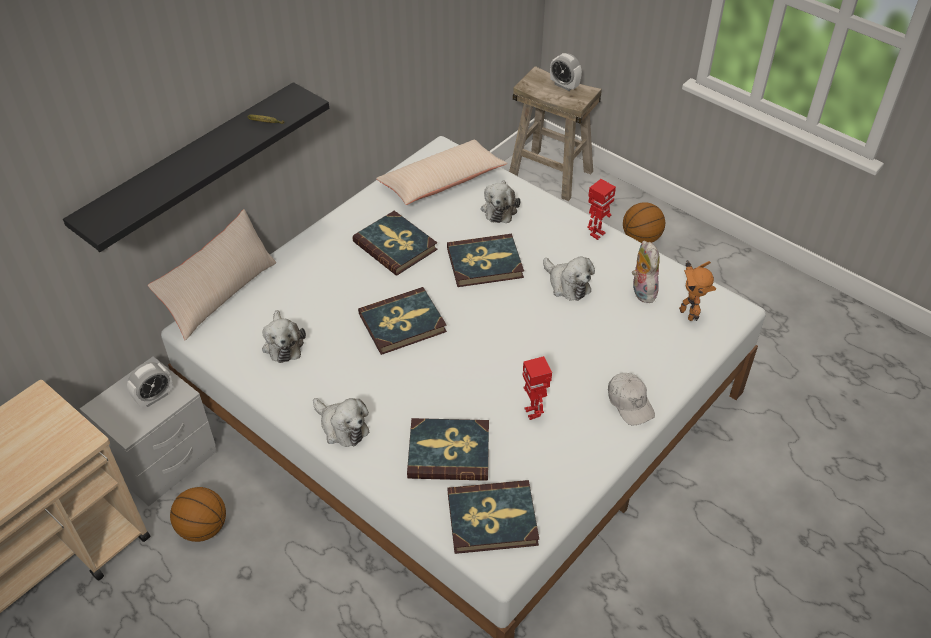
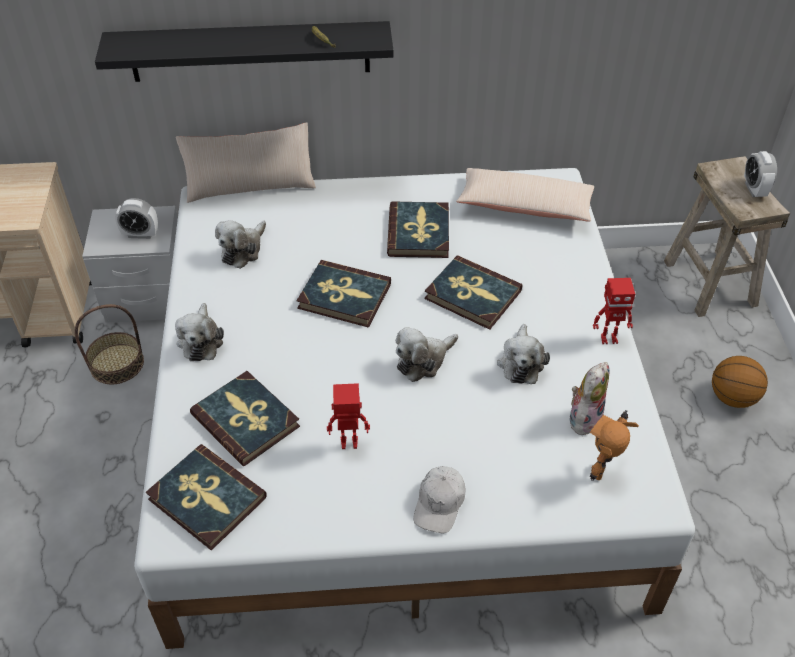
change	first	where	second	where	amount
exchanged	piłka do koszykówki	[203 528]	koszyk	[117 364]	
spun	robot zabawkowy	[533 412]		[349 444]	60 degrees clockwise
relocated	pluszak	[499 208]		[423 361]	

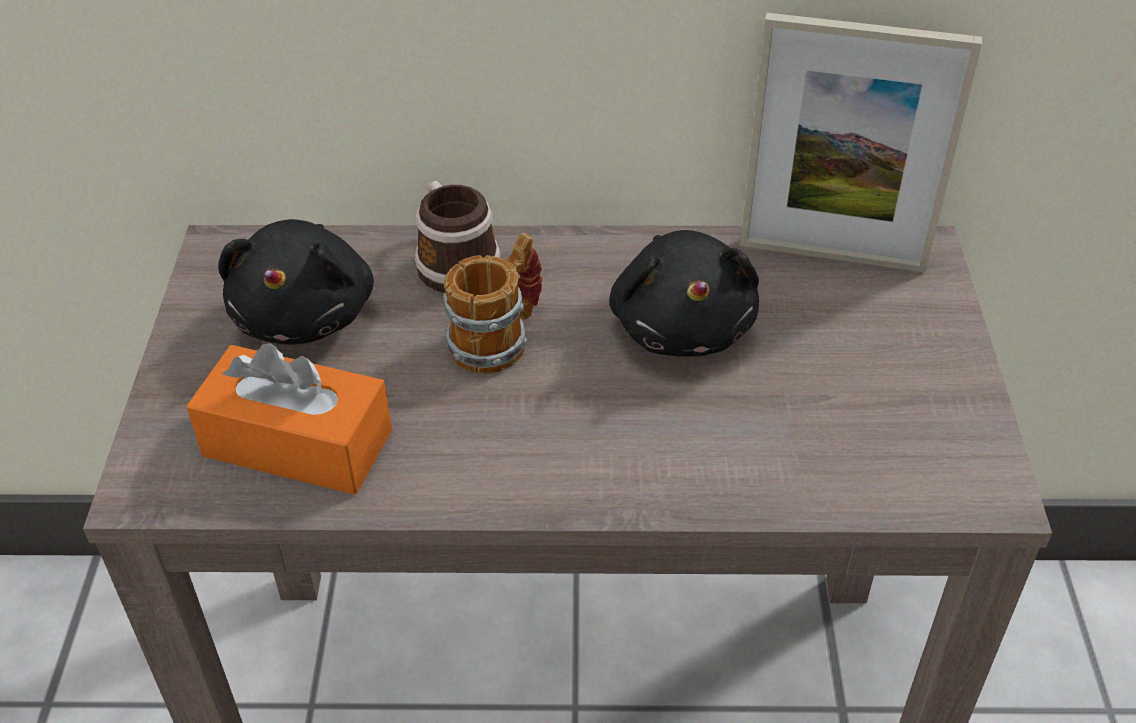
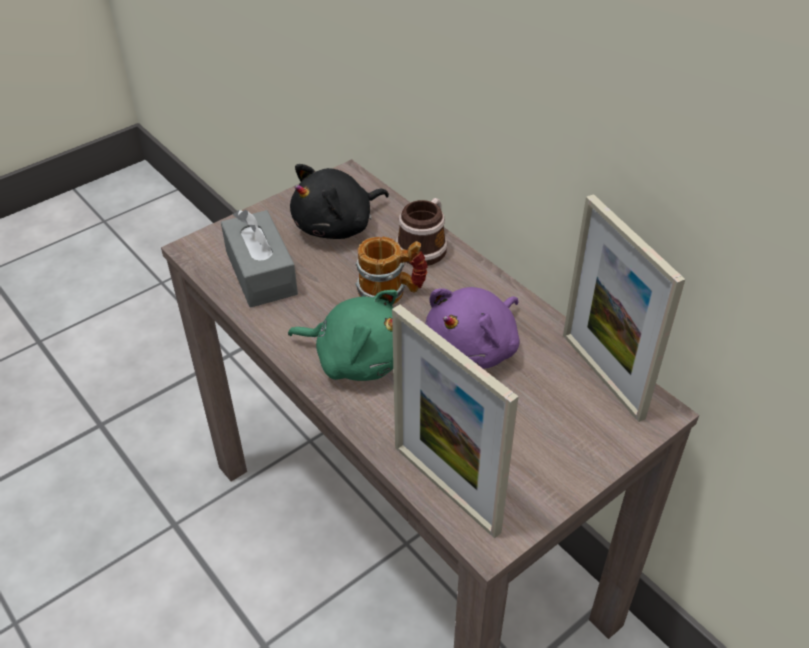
change	first	where	second	where	amount
colour	pudełko chusteczek (pomarańczowy)	[297 443]	pudełko chusteczek (szary)	[261 273]	
appeared			pluszak (zielony)	[357 358]	
appeared			ramka na zdjęcie	[446 488]	
colour	pluszak (czarny)	[682 325]	pluszak (fioletowy)	[474 348]	

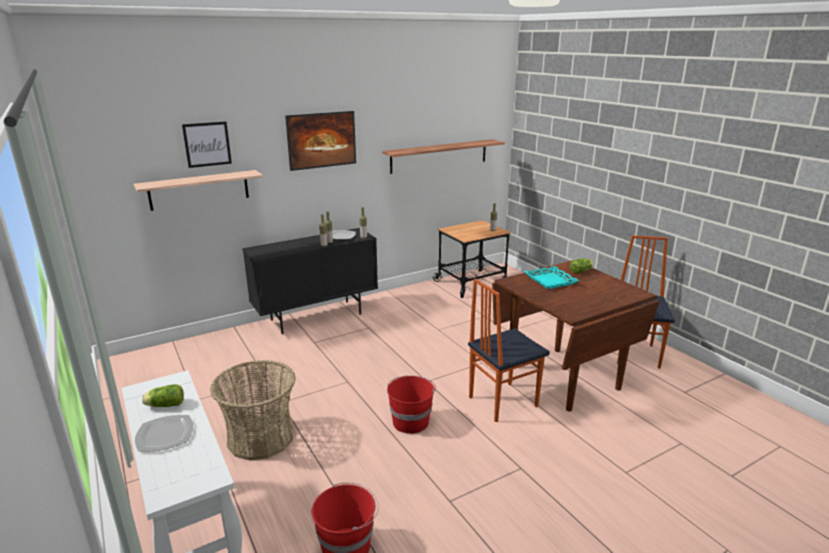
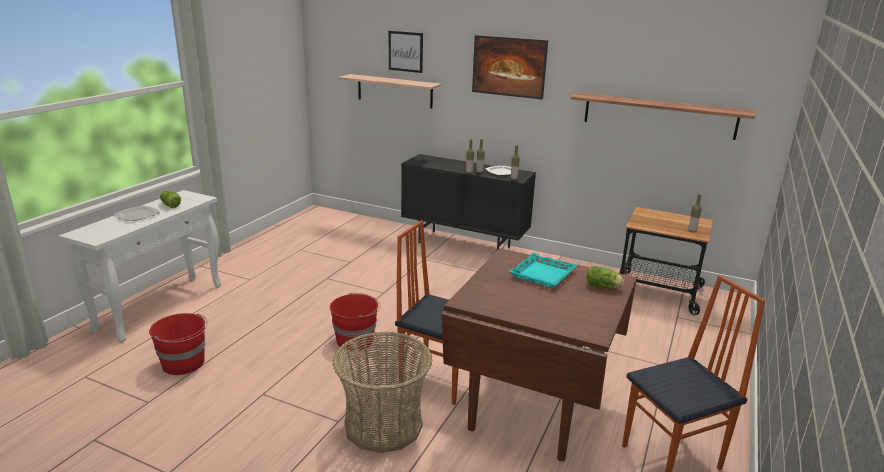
change	first	where	second	where	amount
relocated	koszyk	[260 438]		[383 425]	

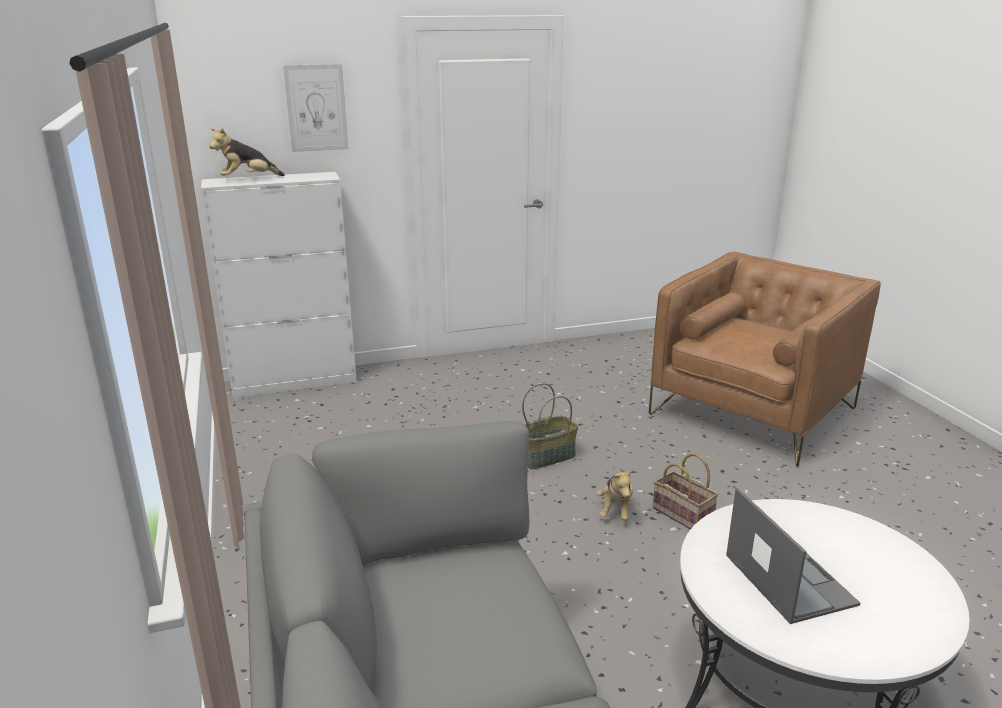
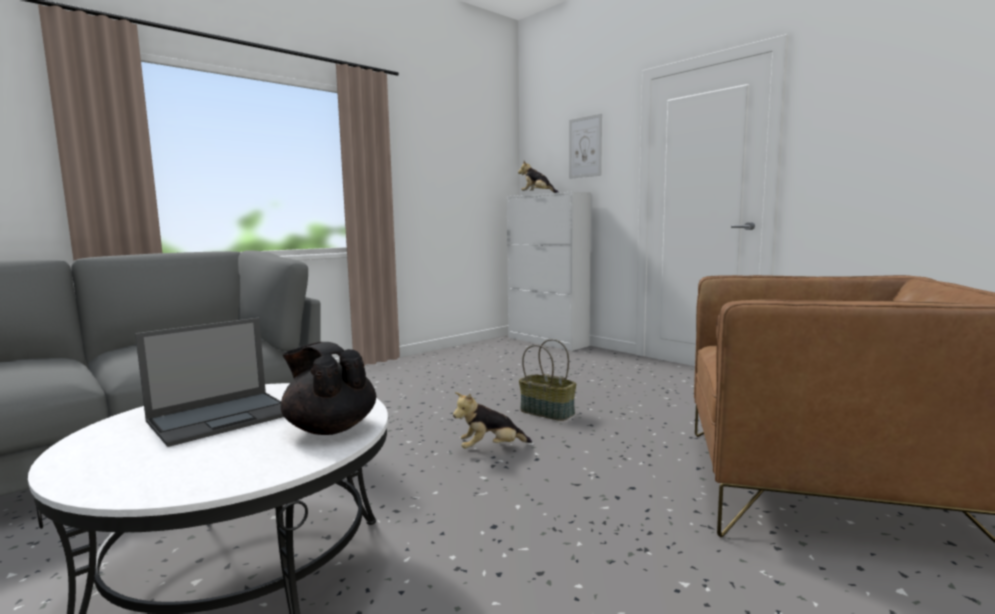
change	first	where	second	where	amount
appeared			imbryk (czarny)	[330 428]	
missing	koszyk	[684 515]			

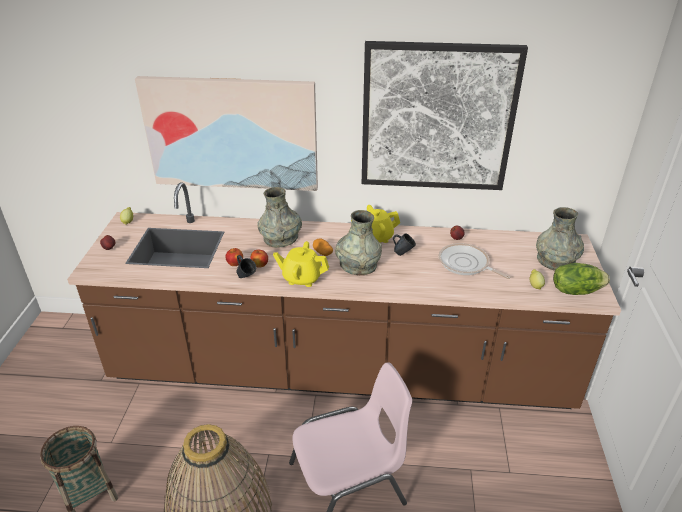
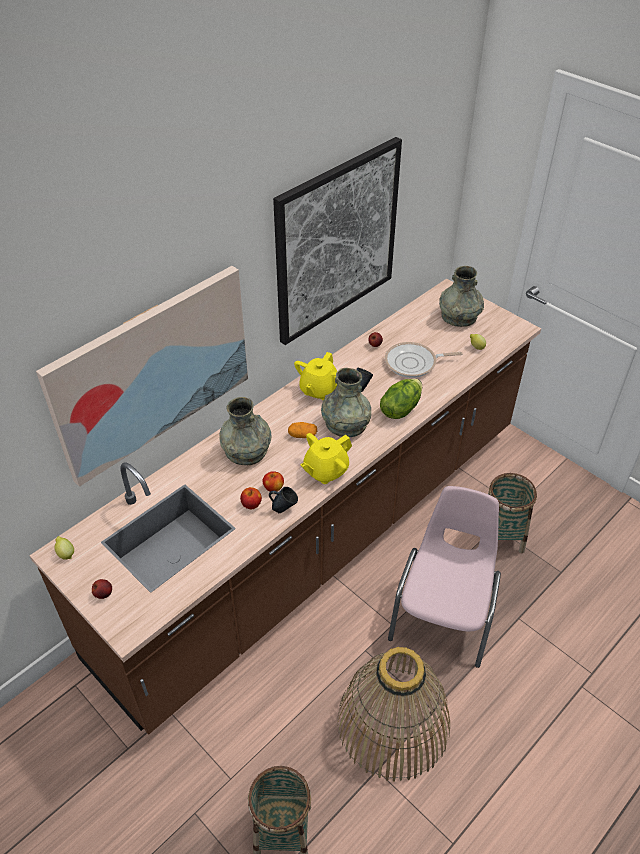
change	first	where	second	where	amount
relocated	sałata	[575 290]		[400 409]	
appeared			koszyk	[500 536]	

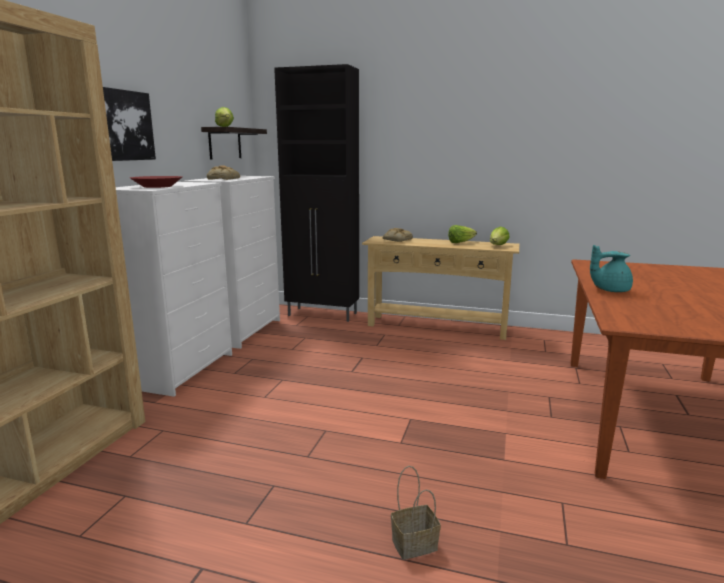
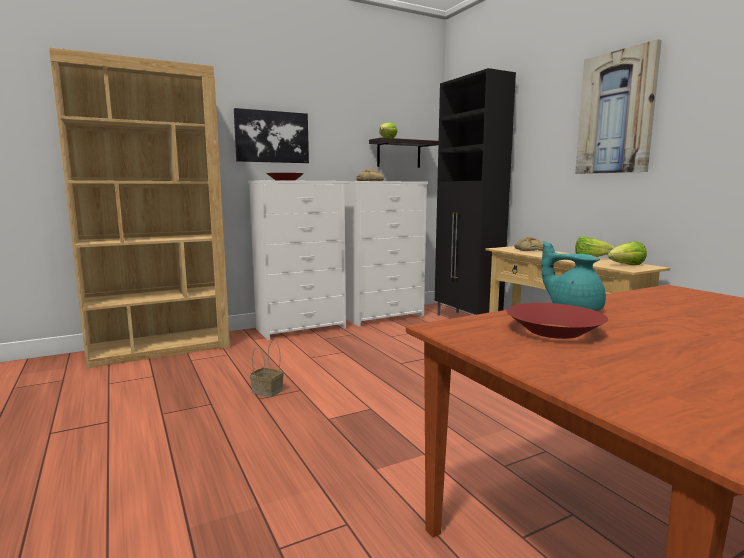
change	first	where	second	where	amount
relocated	koszyk	[415 543]		[268 391]	
appeared			miska (czerwony)	[554 330]	
appeared			obraz	[616 113]	

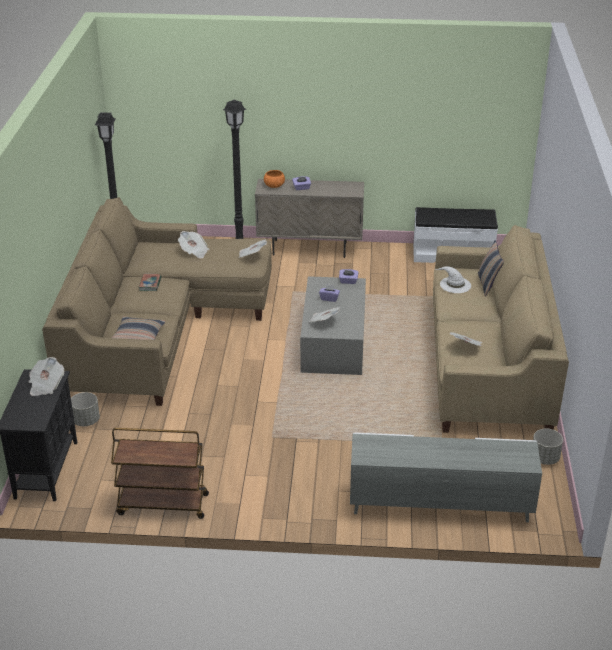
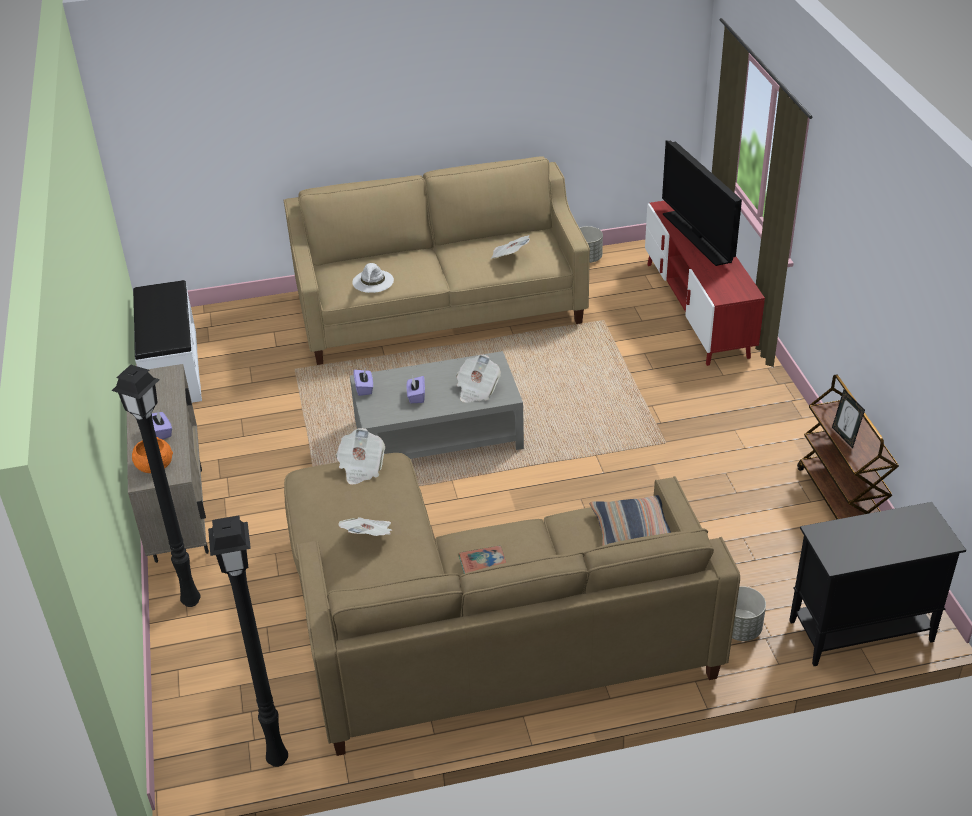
change	first	where	second	where	amount
colour	szafka pod telewizor (szary)	[440 503]	szafka pod telewizor (czerwony)	[696 309]	
appeared			telewizor	[697 238]	
appeared			ramka na zdjęcie	[844 437]	
missing	gazeta	[46 385]			
missing	poduszka	[487 285]			

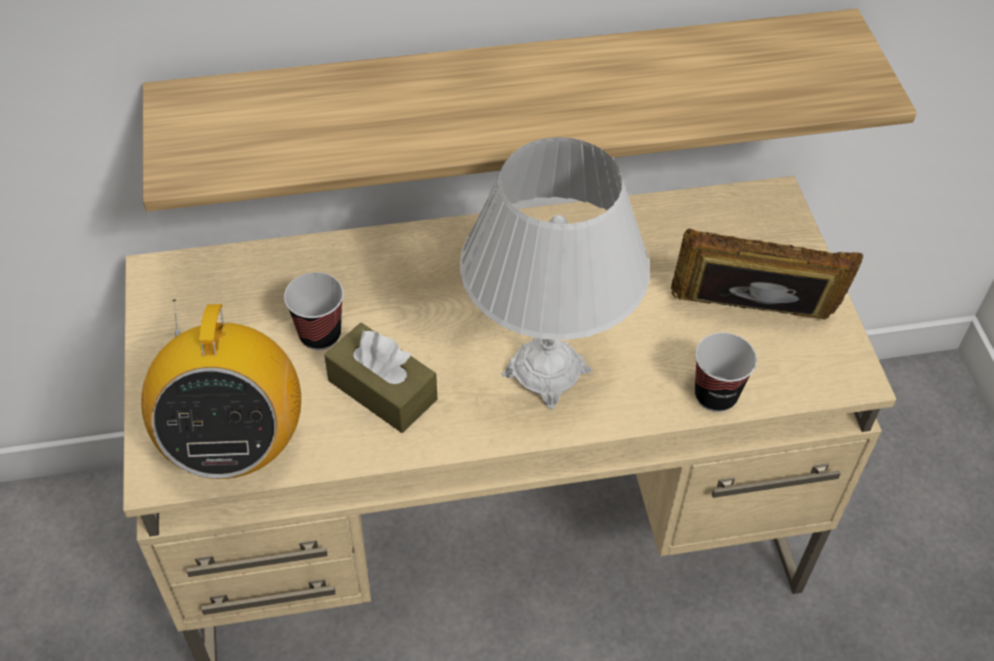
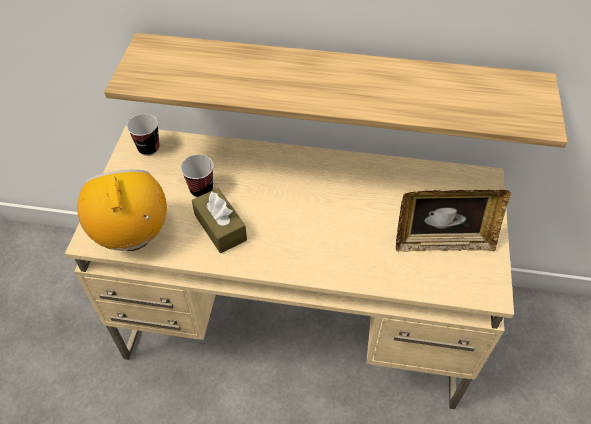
change	first	where	second	where	amount
spun	radio	[235 445]		[133 235]	150 degrees clockwise
relocated	filiżanka	[715 395]		[149 148]	
spun	ramka na zdjęcie	[750 318]		[442 243]	150 degrees clockwise
missing	lampa stołowa (biały)	[546 372]			

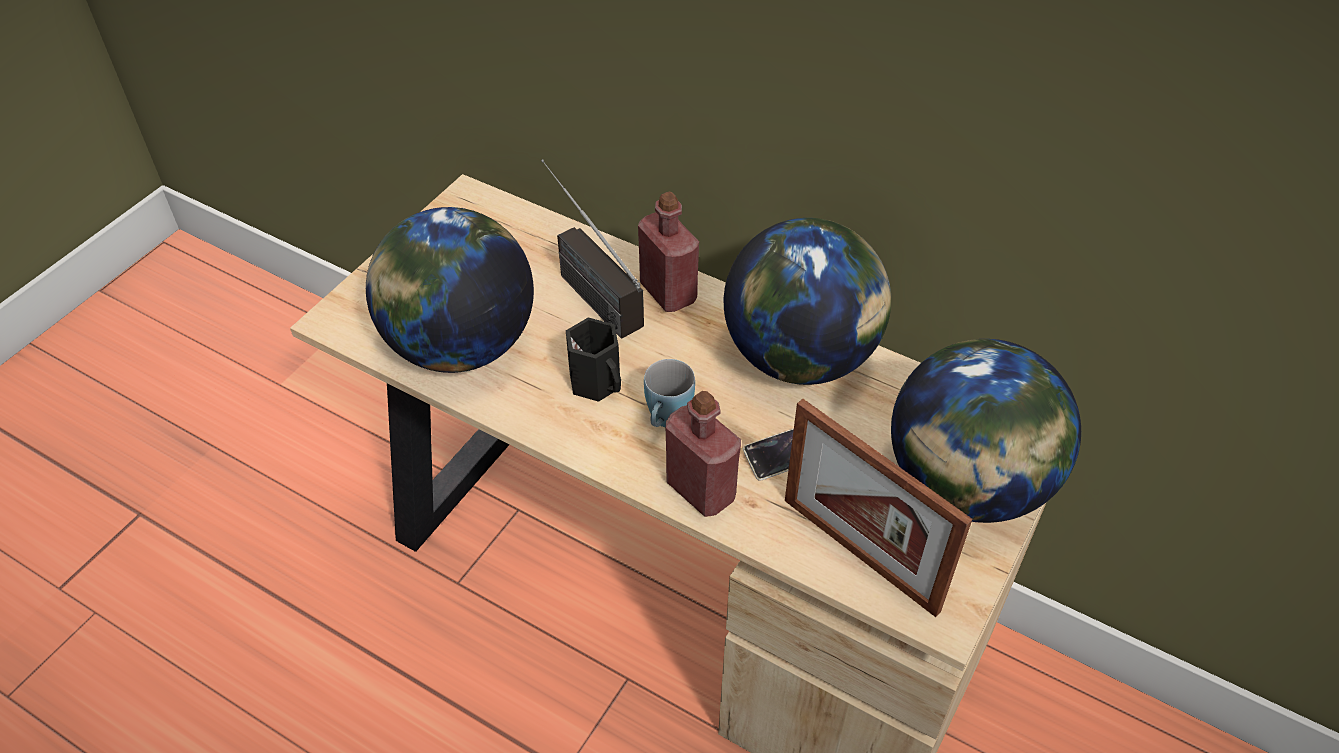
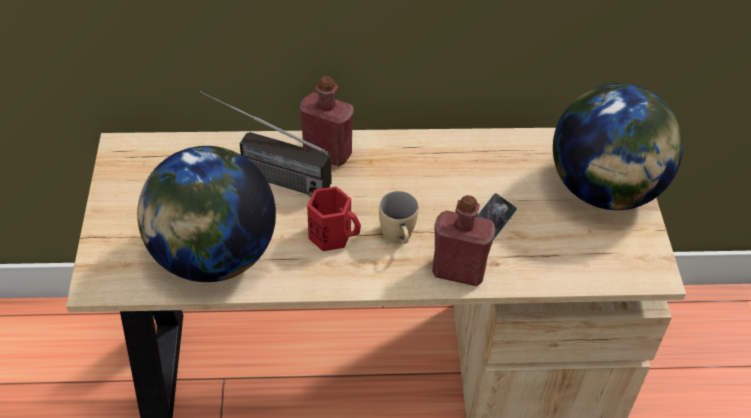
change	first	where	second	where	amount
colour	kubek (czarny)	[598 381]	kubek (czerwony)	[332 234]	
colour	kubek (niebieski)	[666 420]	kubek (beżowy)	[399 238]	
missing	globus	[801 357]			
missing	ramka na zdjęcie	[859 554]			

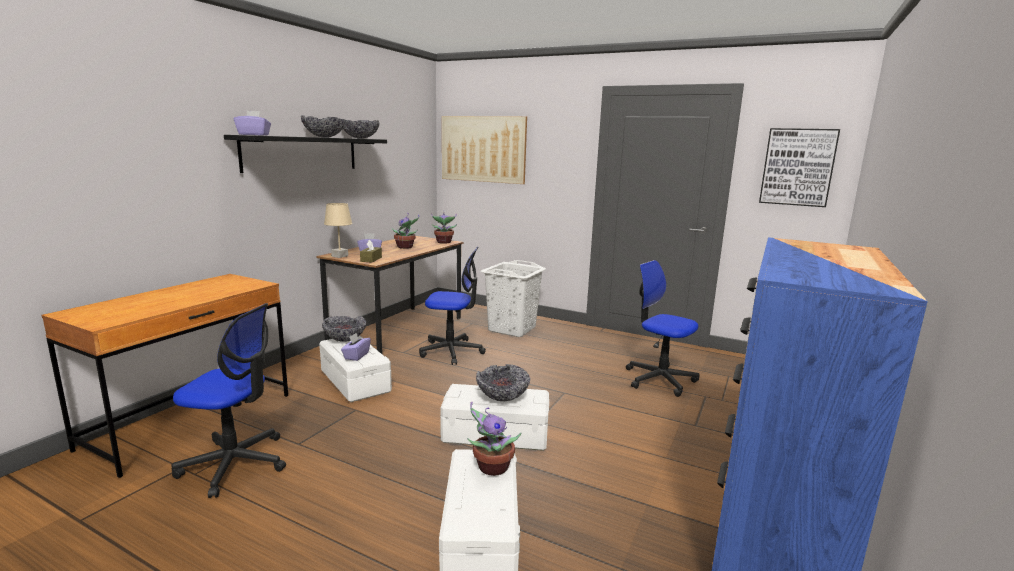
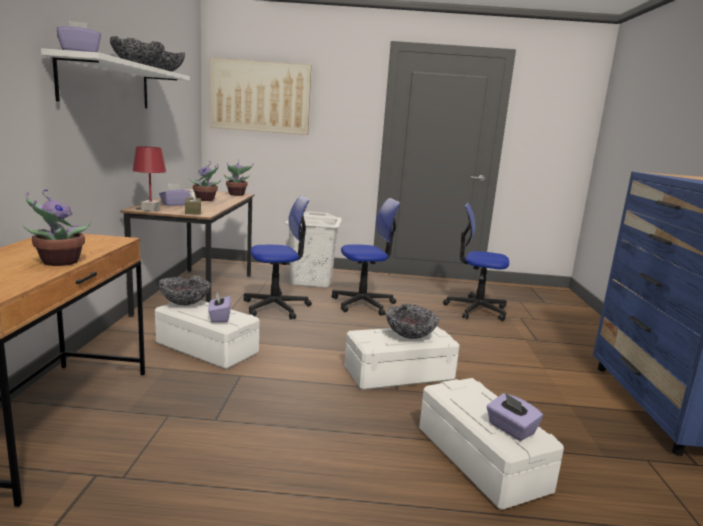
change	first	where	second	where	amount
relocated	roślina doniczkowa	[491 468]		[58 262]	
colour	półka (czarny)	[302 153]	półka (biały)	[107 84]	
colour	lampa stołowa (beżowy)	[340 256]	lampa stołowa (czerwony)	[150 209]	
relocated	krzesło biurowe	[235 464]		[363 304]	
appeared			pudełko chusteczek (fioletowy)	[510 429]	
missing	obraz	[797 167]			

